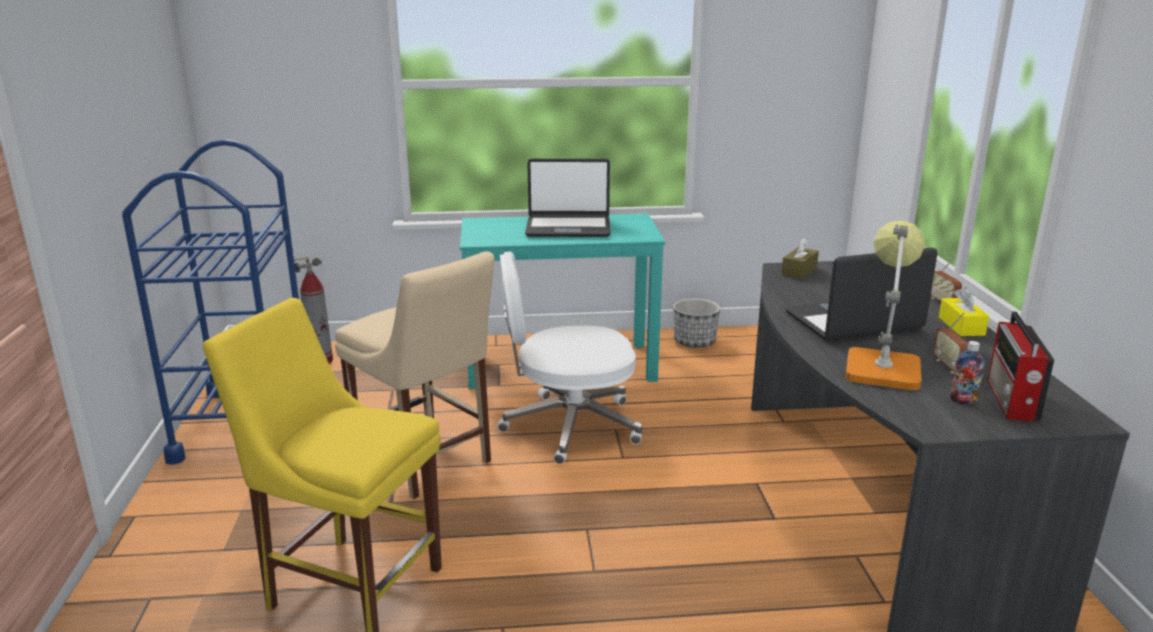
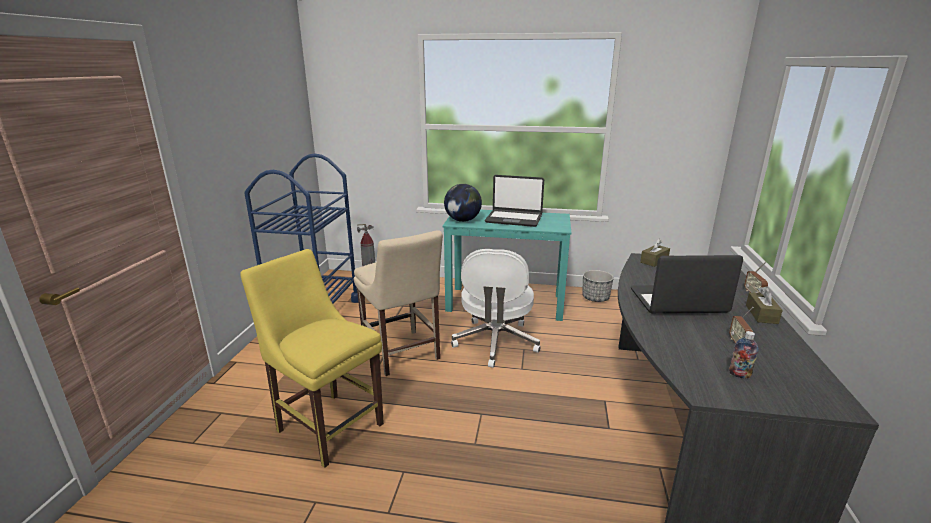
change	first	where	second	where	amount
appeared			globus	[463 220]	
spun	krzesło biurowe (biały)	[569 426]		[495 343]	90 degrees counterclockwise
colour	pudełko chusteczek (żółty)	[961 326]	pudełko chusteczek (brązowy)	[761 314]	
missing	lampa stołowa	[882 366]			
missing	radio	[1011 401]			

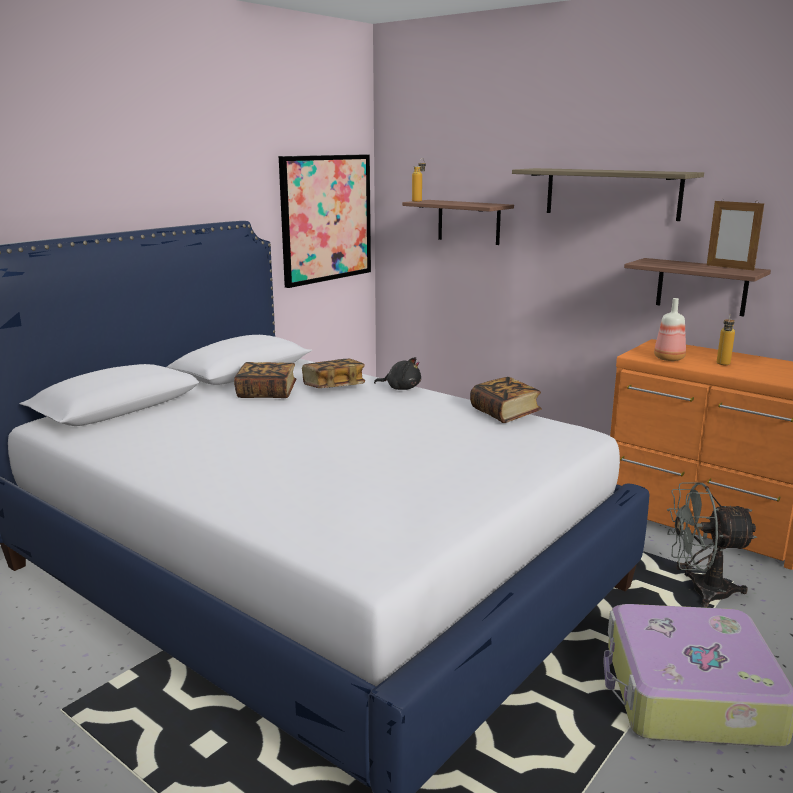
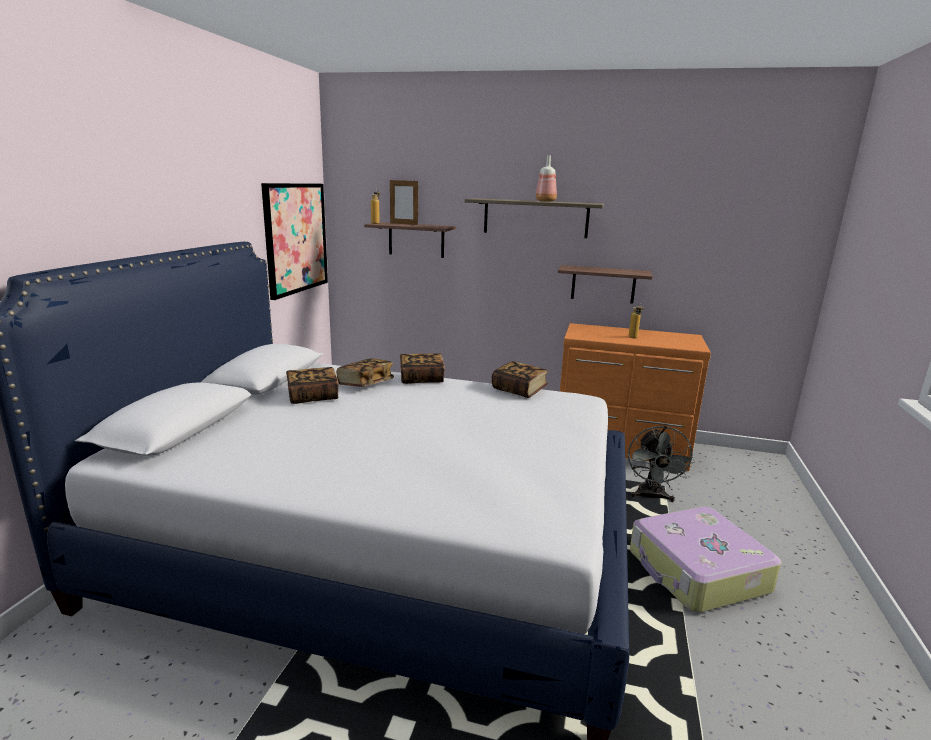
change	first	where	second	where	amount
relocated	ramka na zdjęcie	[730 267]		[404 224]	
exchanged	pluszak (czarny)	[401 388]	książka	[421 378]	
relocated	butelka	[670 358]		[546 201]	
spun	wentylator (szary)	[700 591]		[651 497]	60 degrees counterclockwise

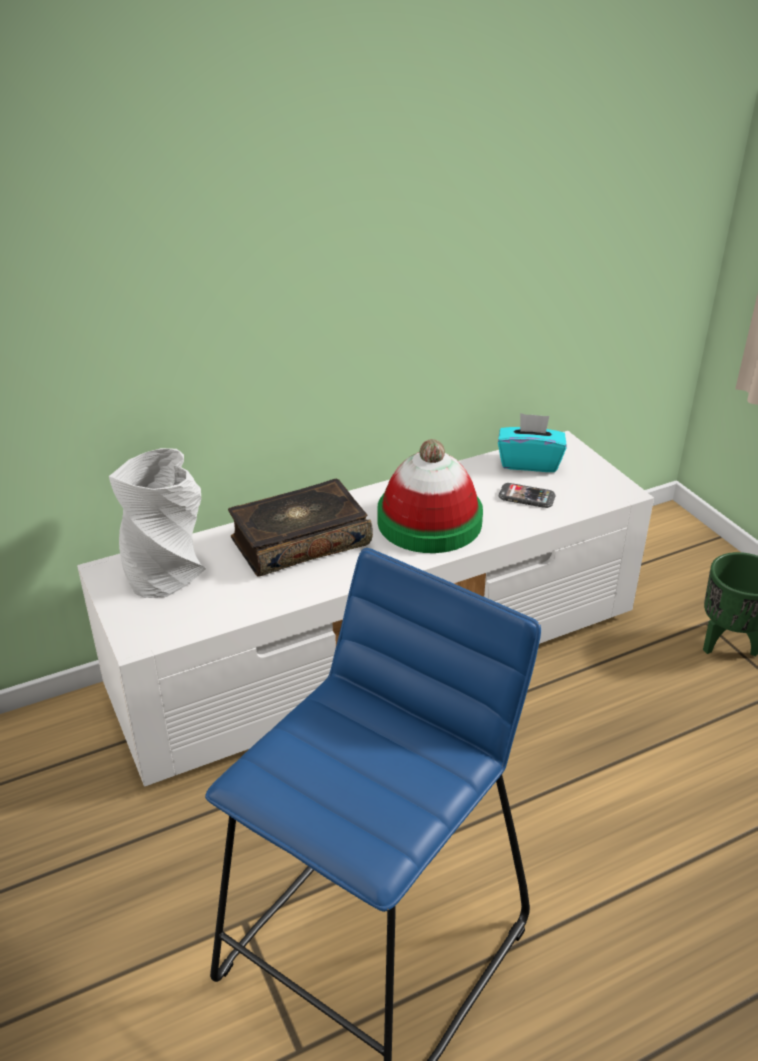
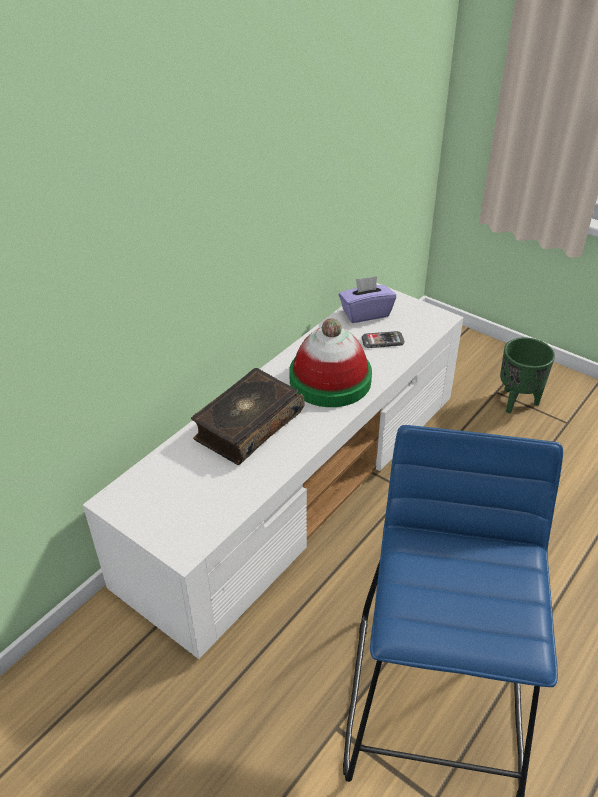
change	first	where	second	where	amount
colour	pudełko chusteczek (turkusowy)	[529 462]	pudełko chusteczek (fioletowy)	[365 313]	
missing	wazon (szary)	[166 571]			

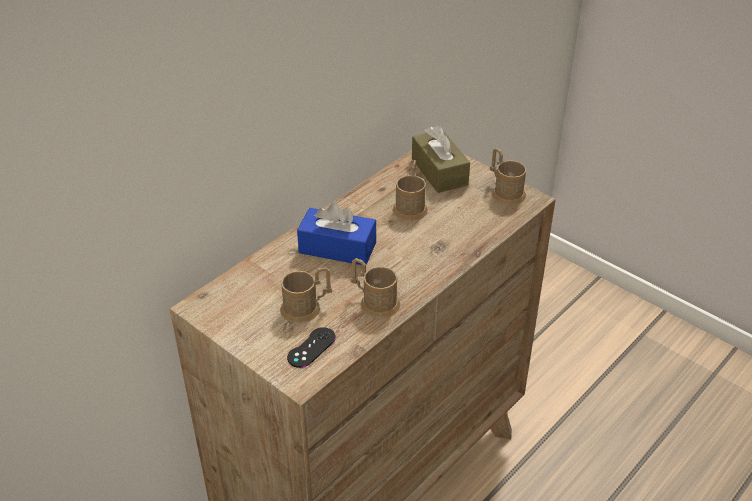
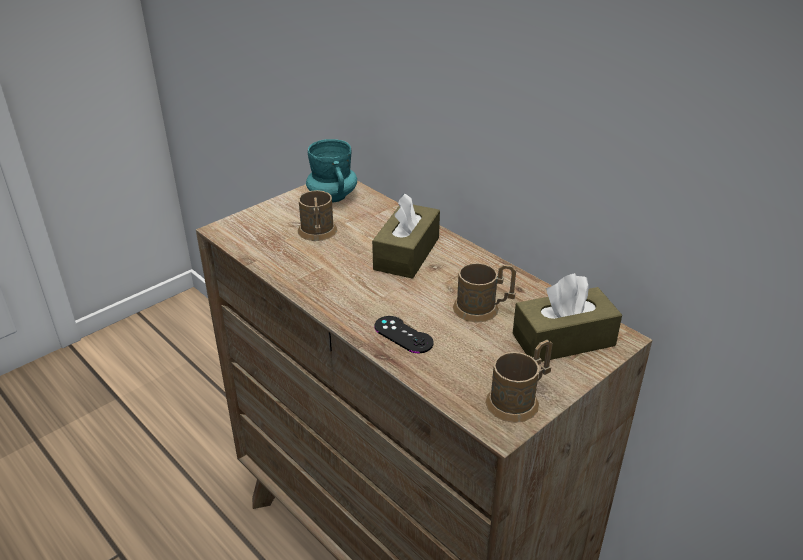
change	first	where	second	where	amount
appeared			kubek (turkusowy)	[332 196]	
colour	pudełko chusteczek (niebieski)	[337 248]	pudełko chusteczek (brązowy)	[407 253]	
relocated	pad do gier (czarny)	[311 347]		[403 335]	
missing	kubek (brązowy)	[374 302]			

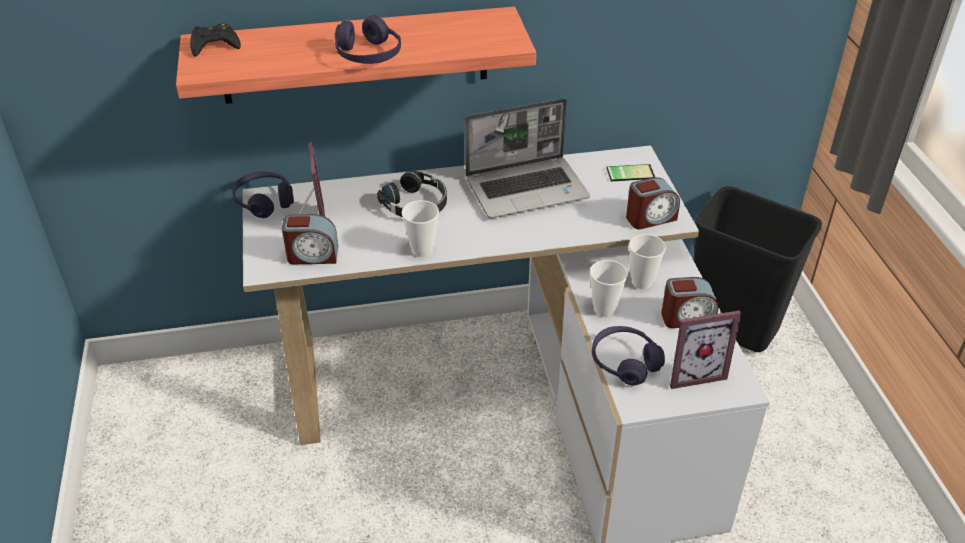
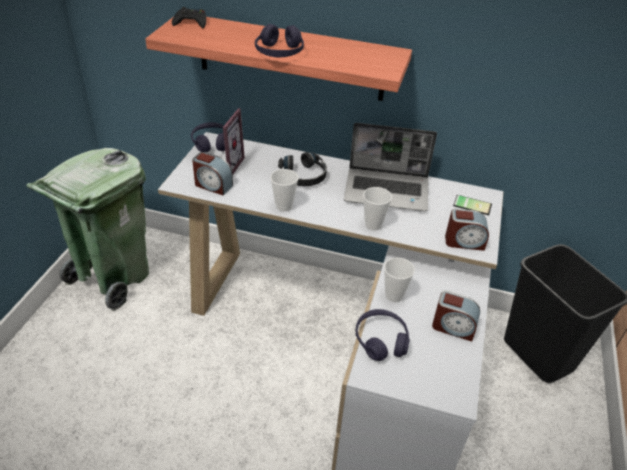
change	first	where	second	where	amount
appeared			kosz na śmieci (zielony)	[113 277]	
relocated	filiżanka	[642 282]		[373 225]	
missing	ramka na zdjęcie	[692 371]			

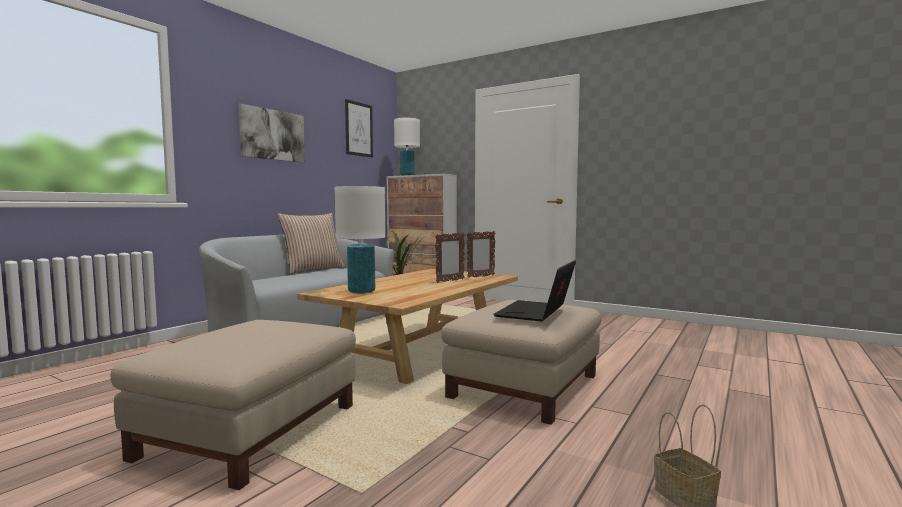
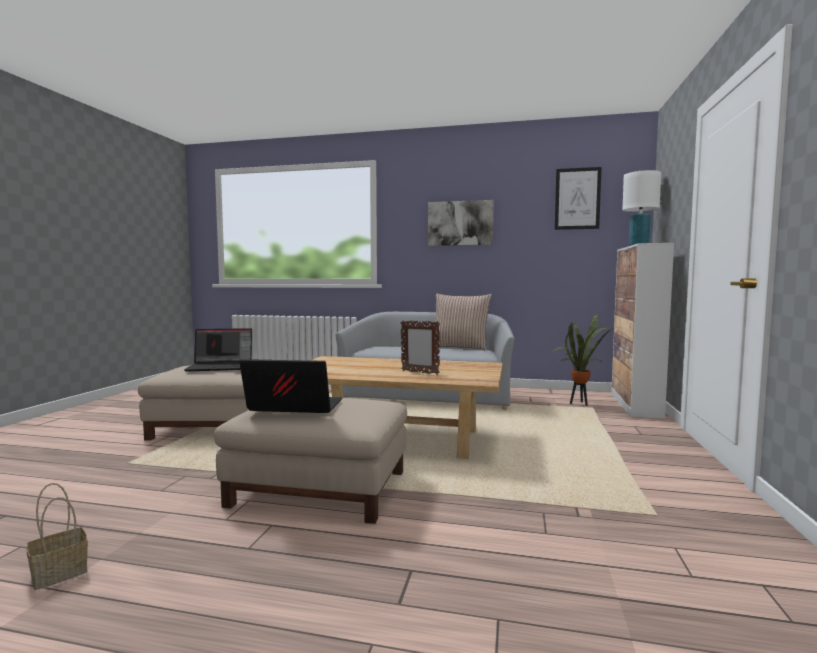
change	first	where	second	where	amount
appeared			laptop	[221 367]	
missing	lampa stołowa (biały)	[361 292]			
missing	ramka na zdjęcie	[480 276]			

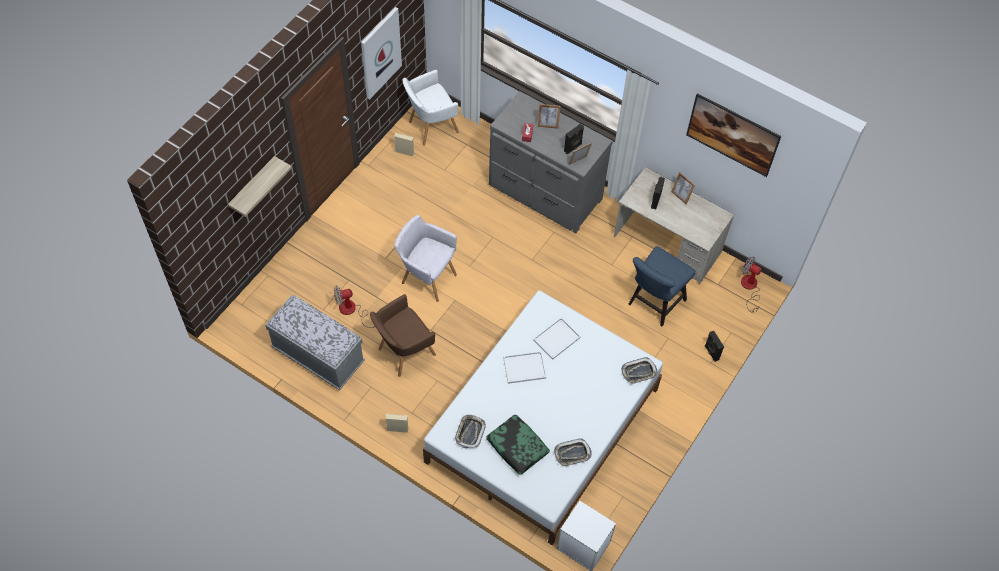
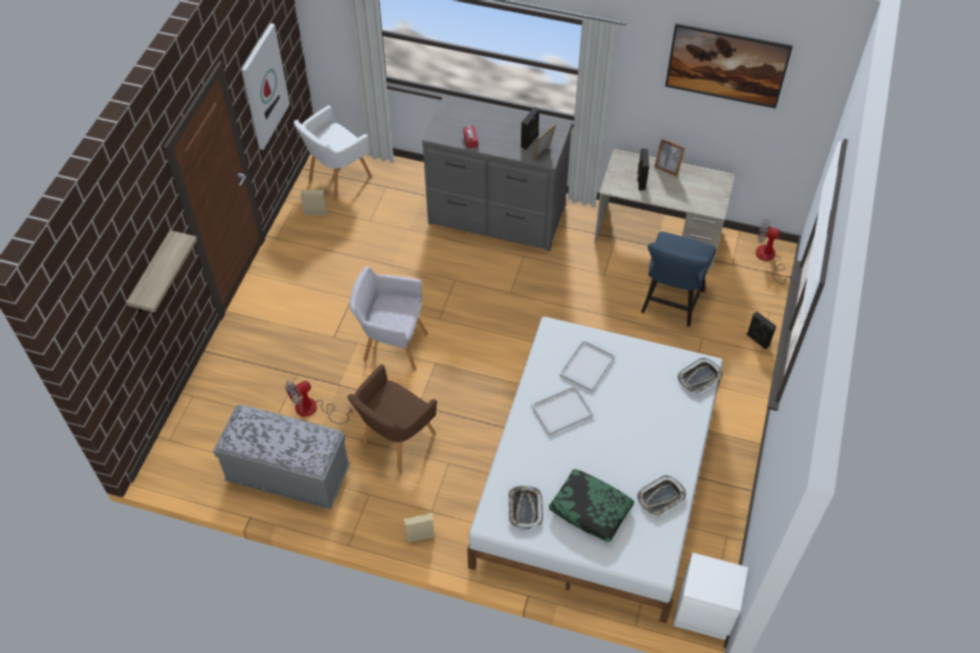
change	first	where	second	where	amount
missing	ramka na zdjęcie	[548 125]			

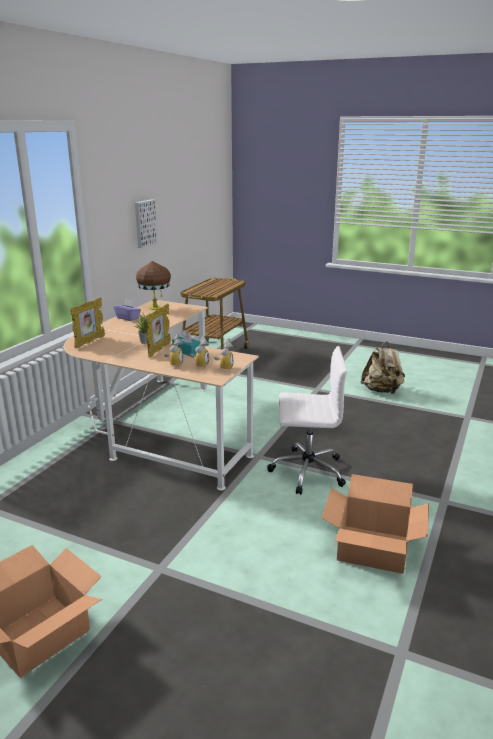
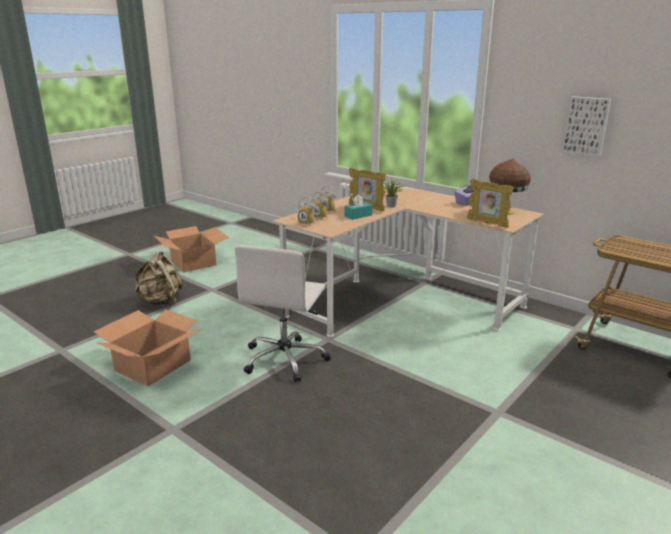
change	first	where	second	where	amount
relocated	plecak (beżowy)	[382 391]		[161 302]	
relocated	ramka na zdjęcie	[89 342]		[487 223]	

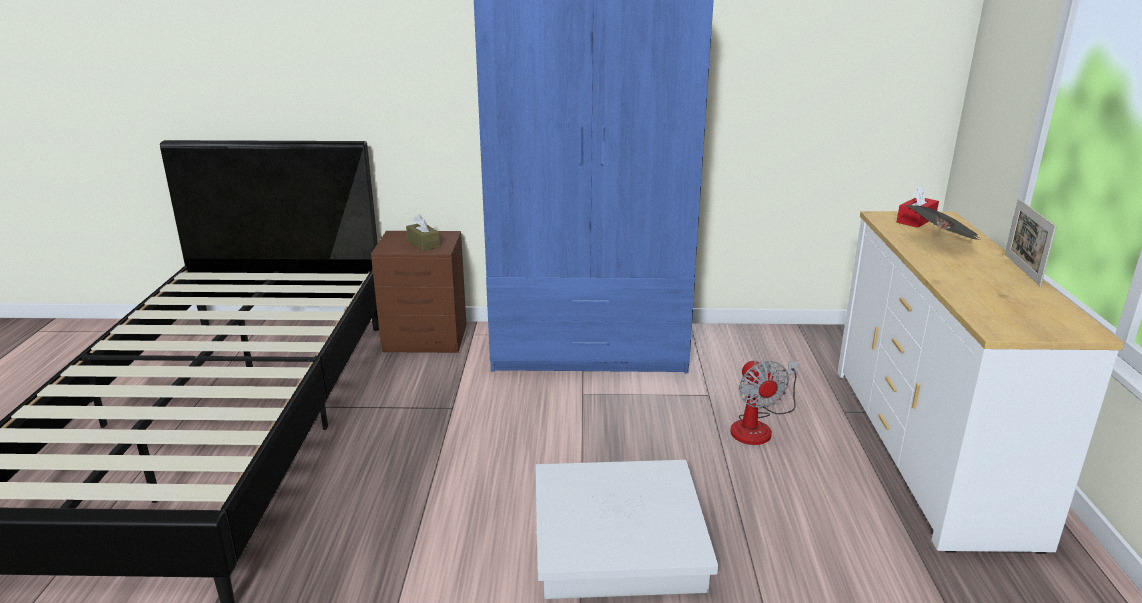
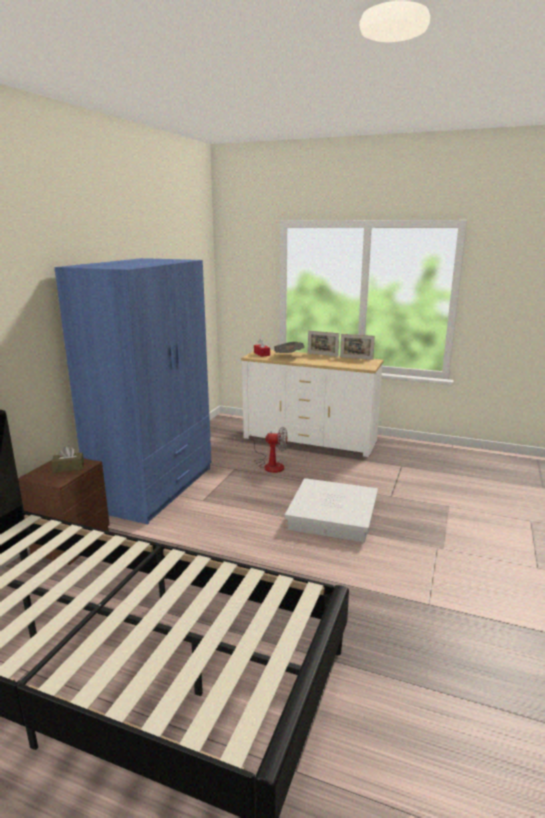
change	first	where	second	where	amount
appeared			ramka na zdjęcie	[356 358]	

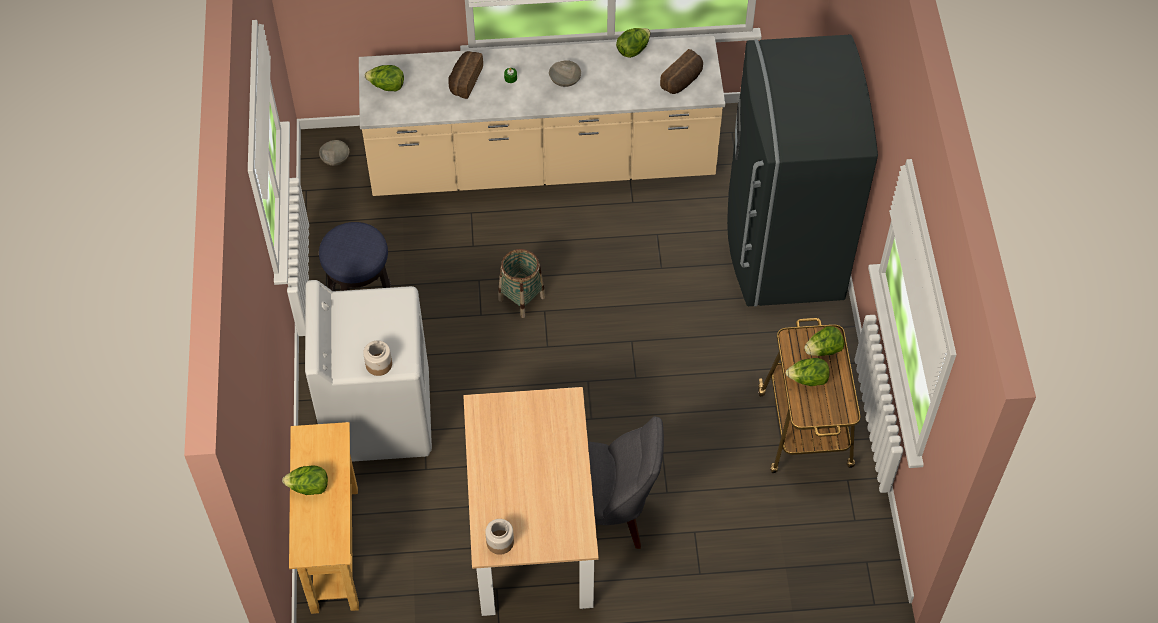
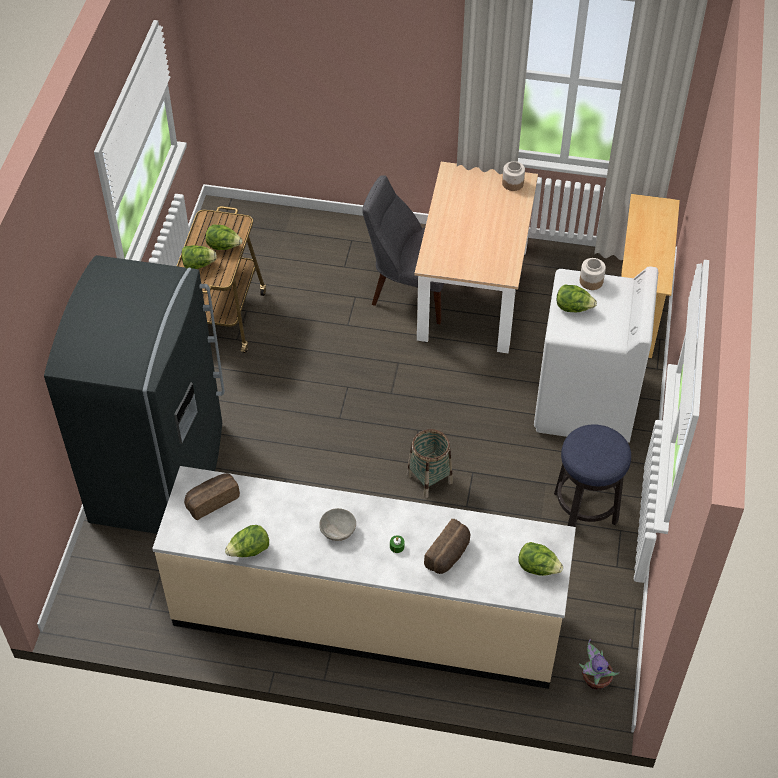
change	first	where	second	where	amount
relocated	sałata	[308 487]		[573 308]	
exchanged	miska (szary)	[335 158]	roślina doniczkowa	[594 680]	

